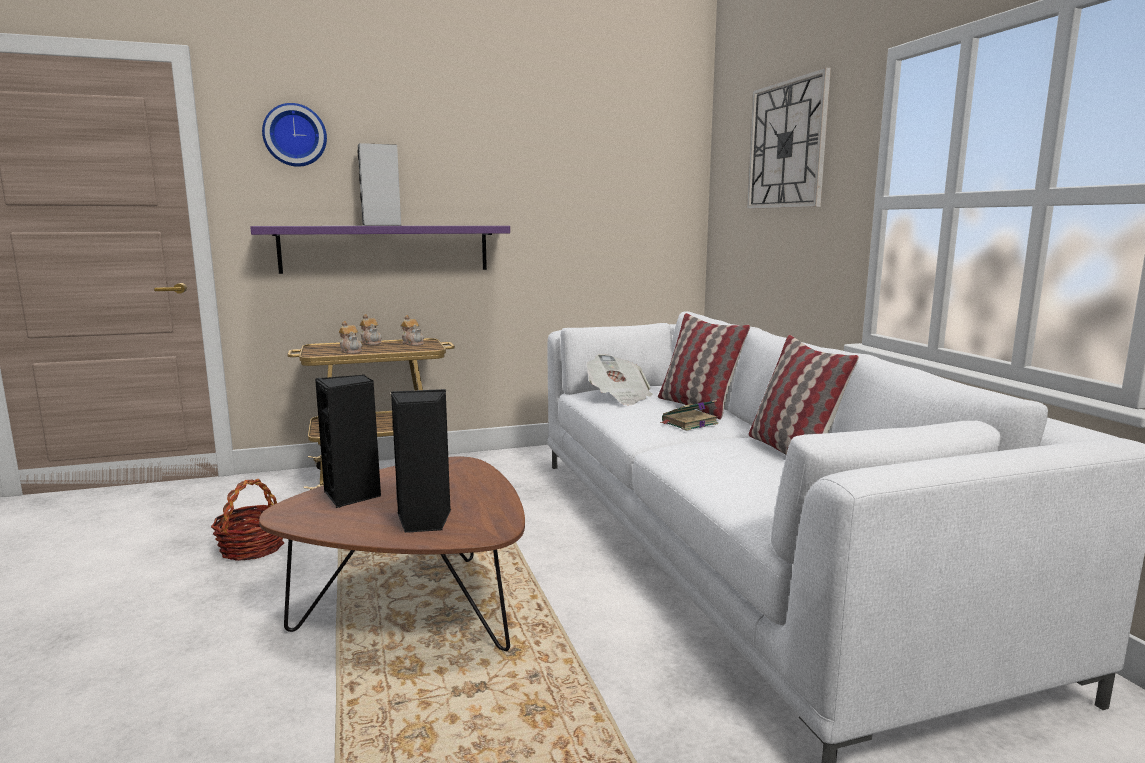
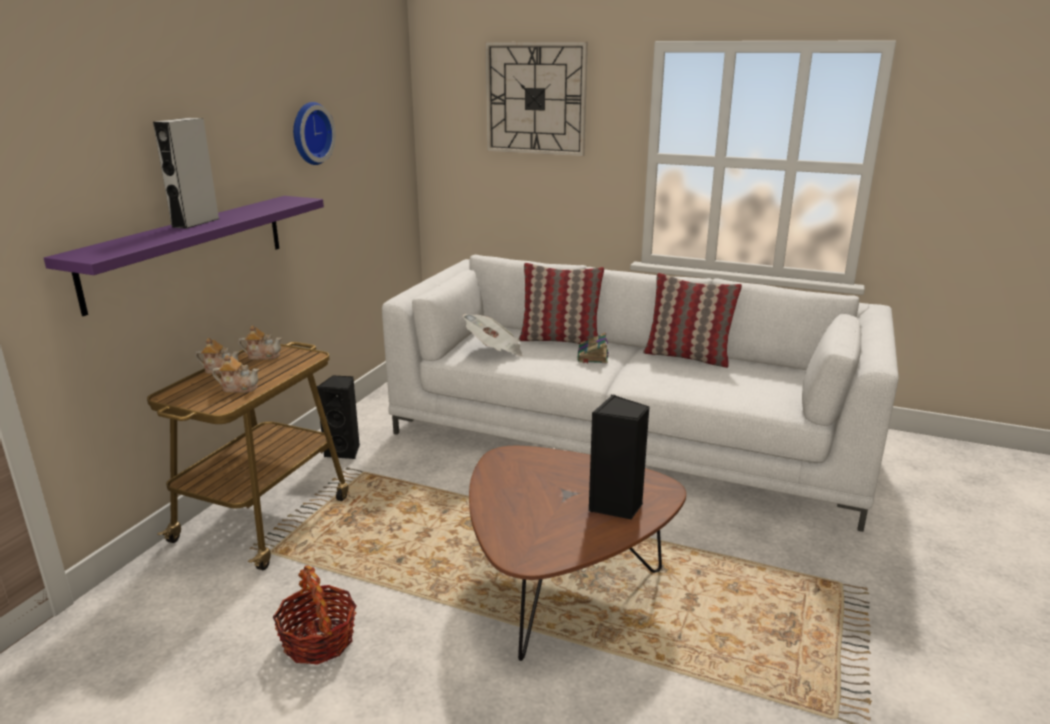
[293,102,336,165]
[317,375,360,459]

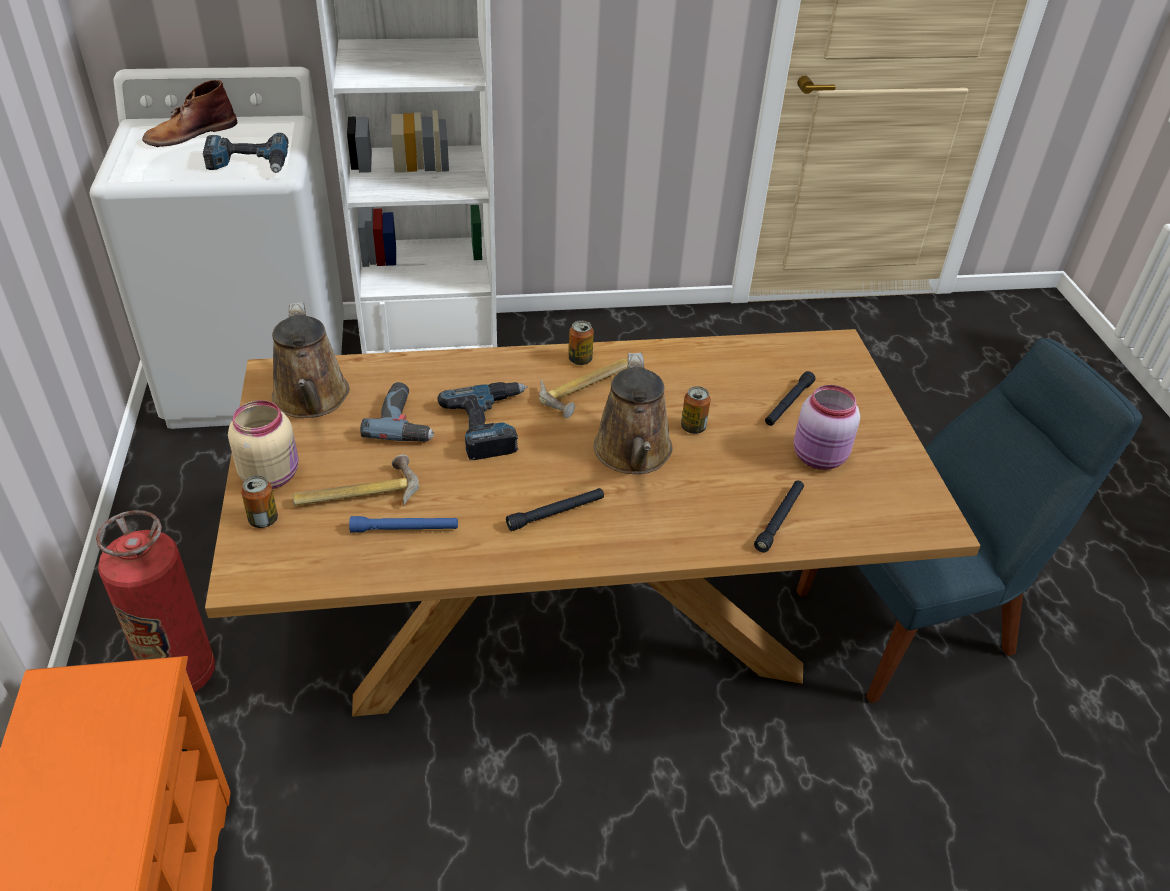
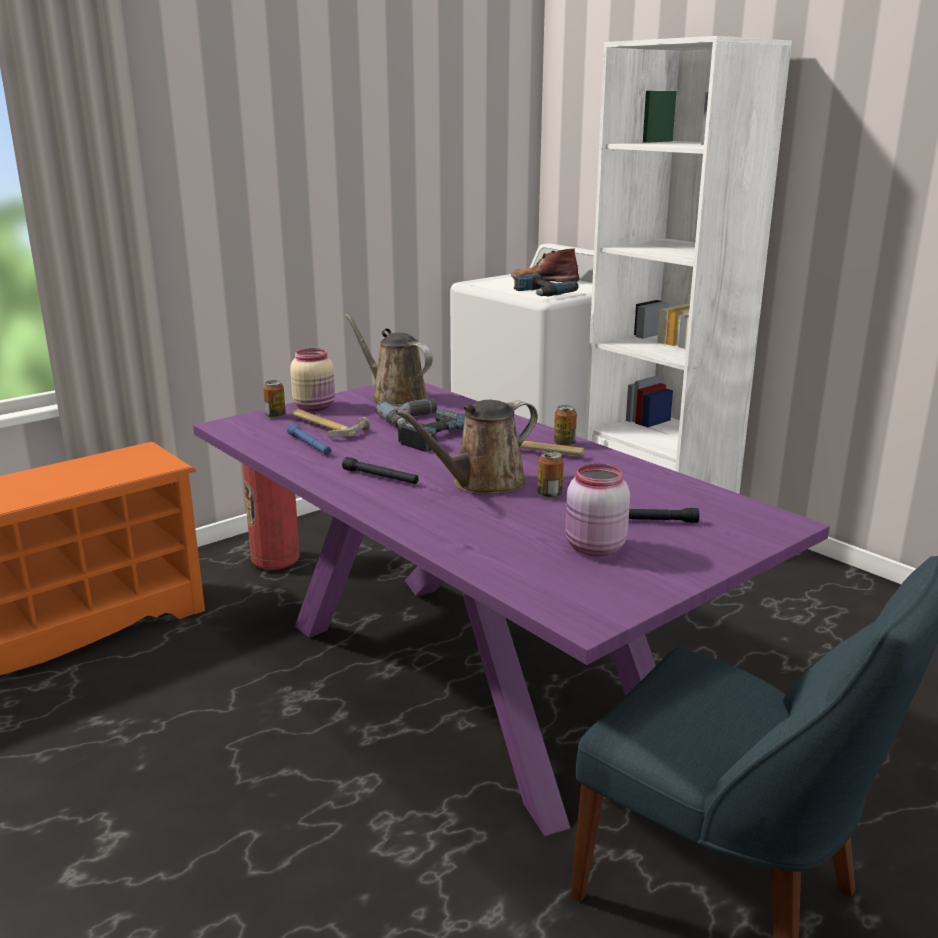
[193,382,830,836]
[344,314,433,406]
[754,480,804,552] (first image)

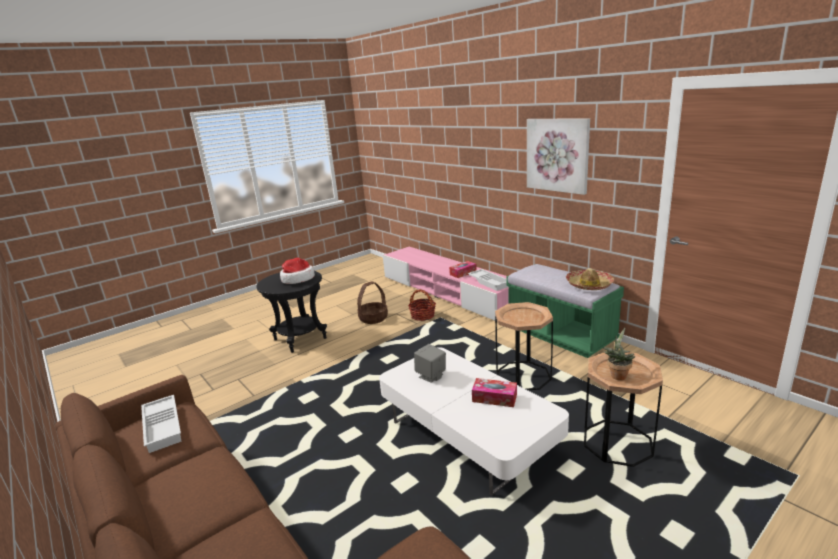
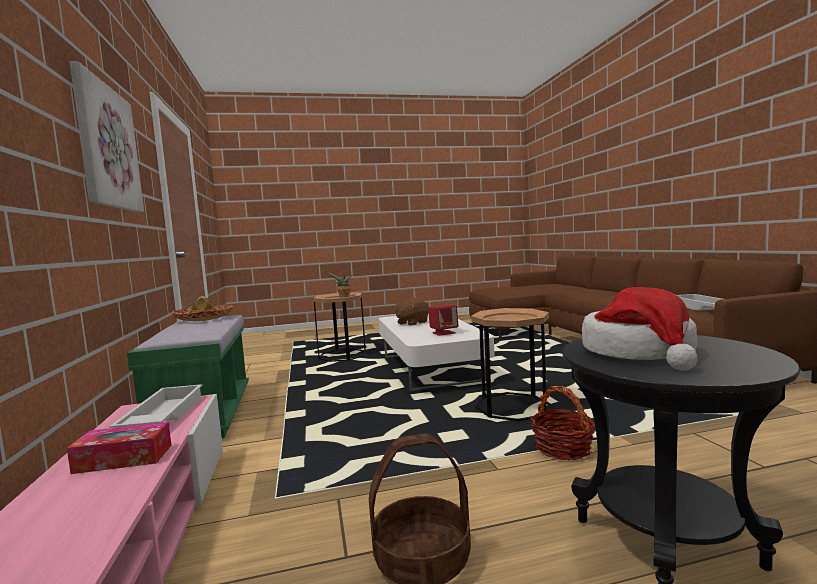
[531,386,595,460]
[428,305,459,336]
[395,298,428,326]
[471,308,551,421]

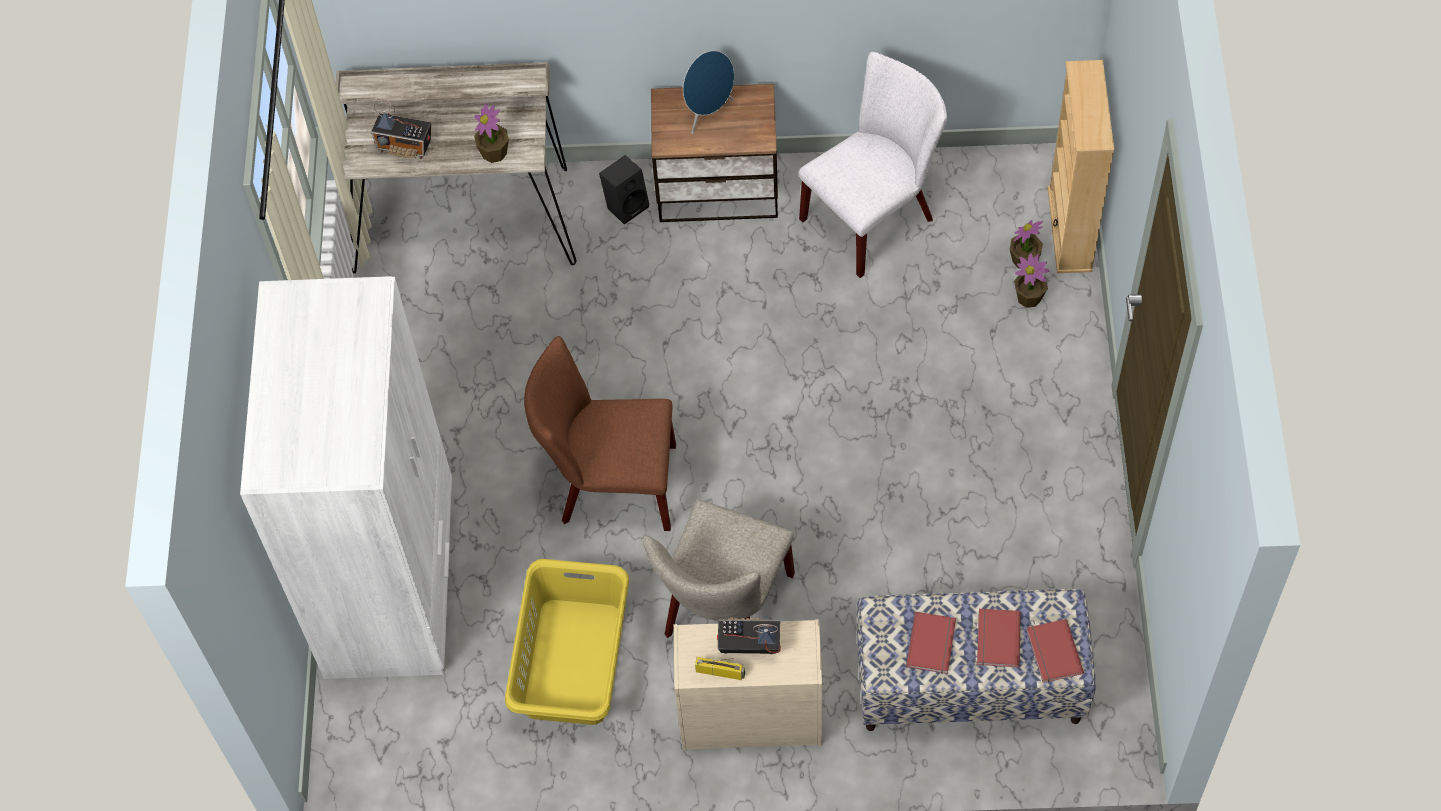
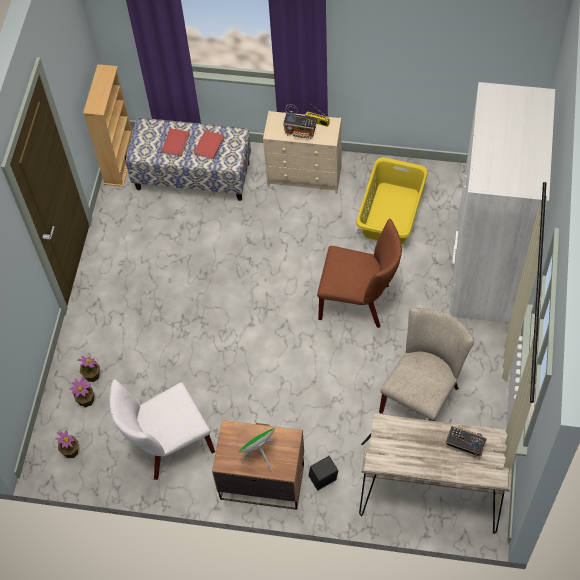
[55,430,78,458]
[379,308,474,421]
[238,428,275,472]
[1027,619,1084,683] (first image)
[83,64,132,187]

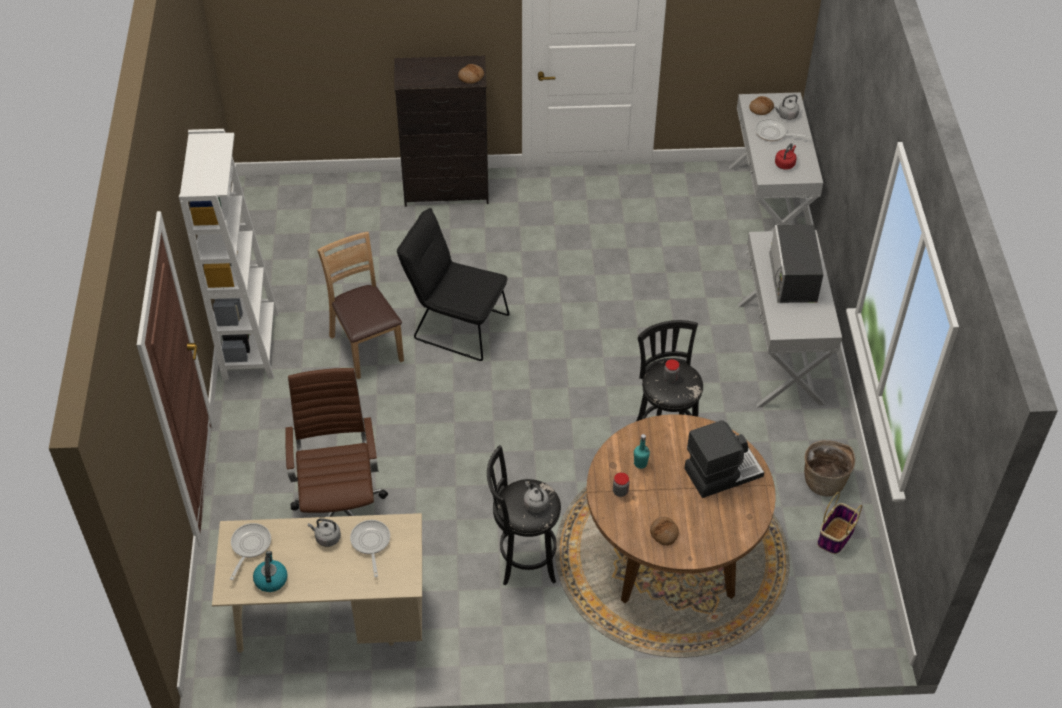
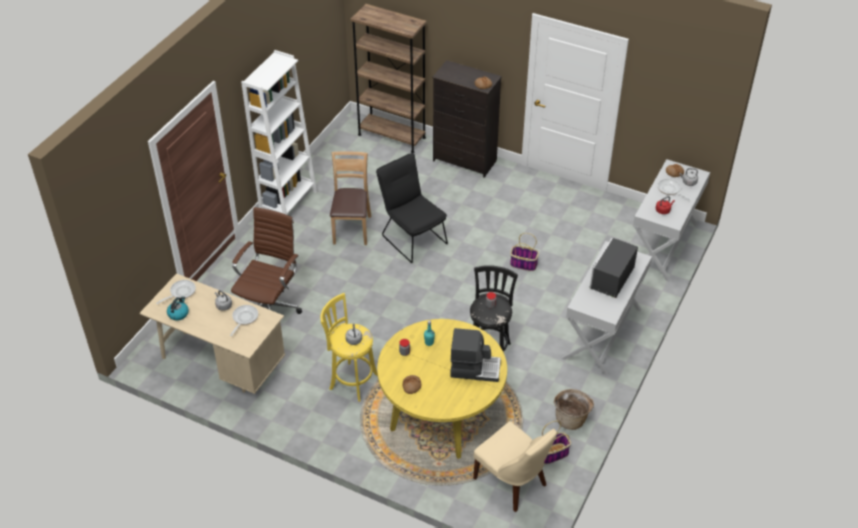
[321,293,378,402]
[377,319,507,459]
[350,4,427,153]
[473,421,557,512]
[510,233,539,271]

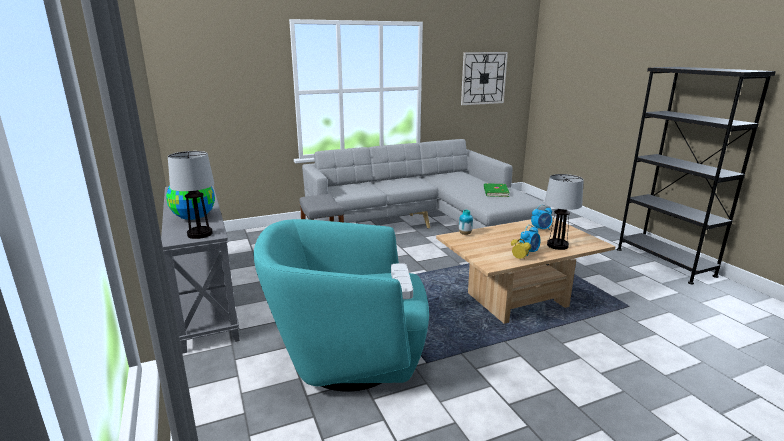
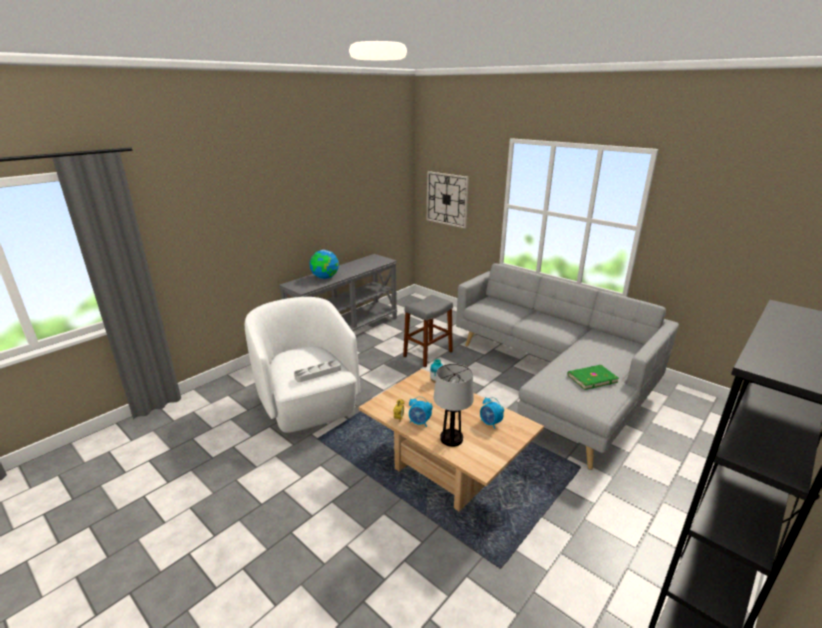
[168,151,214,239] (first image)
[245,297,361,433]
[427,171,469,228]

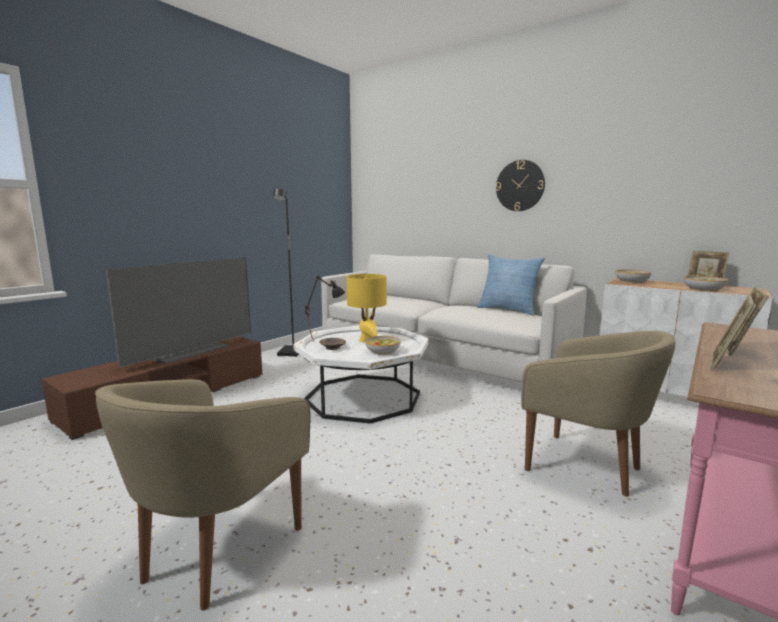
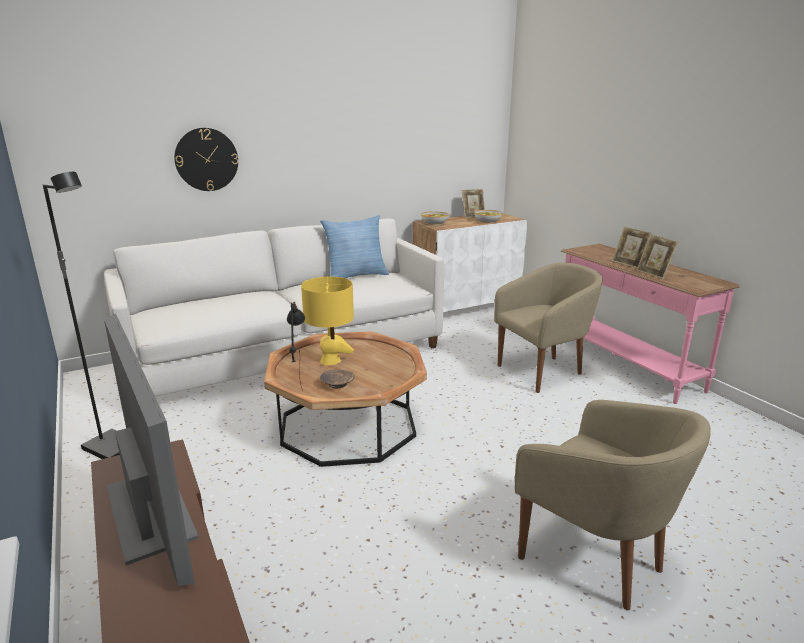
[264,331,427,467]
[365,336,401,355] (first image)
[174,128,238,191]

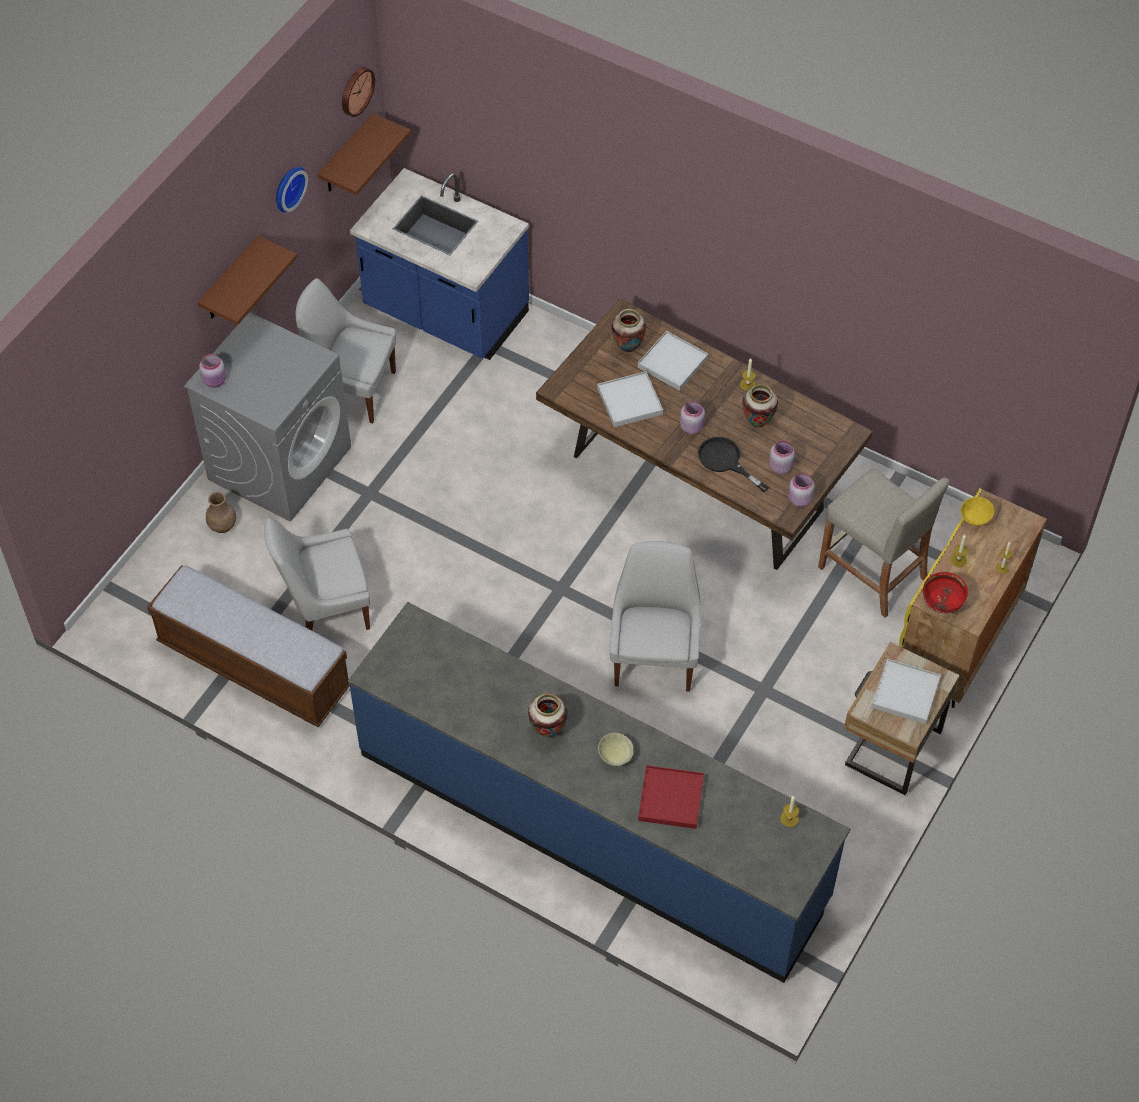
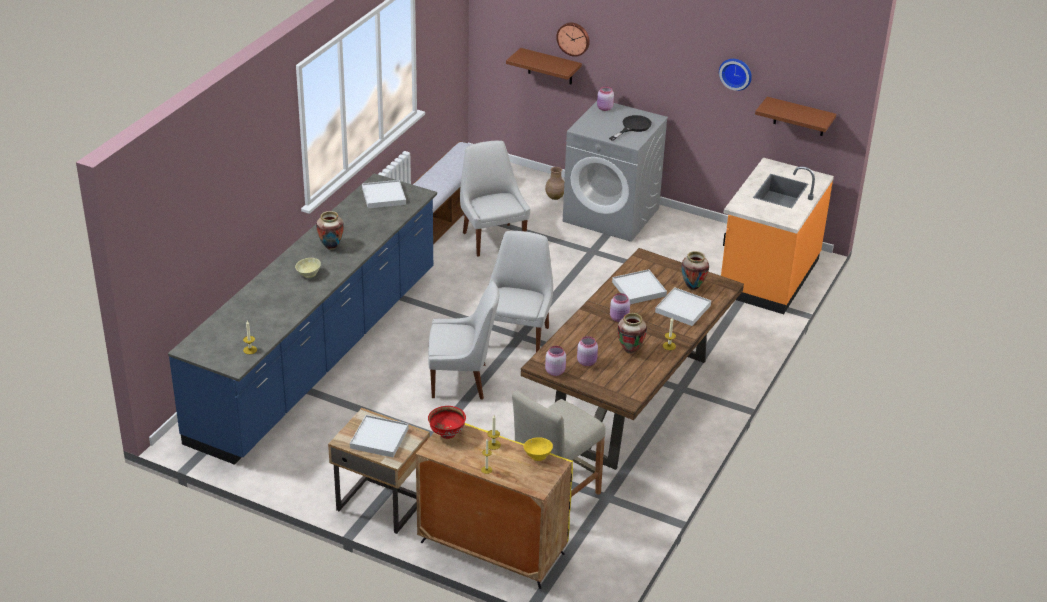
[506,48,582,85]
[488,231,553,352]
[556,22,590,57]
[721,158,834,314]
[638,765,704,829] (first image)
[609,115,652,141]
[362,180,406,209]

